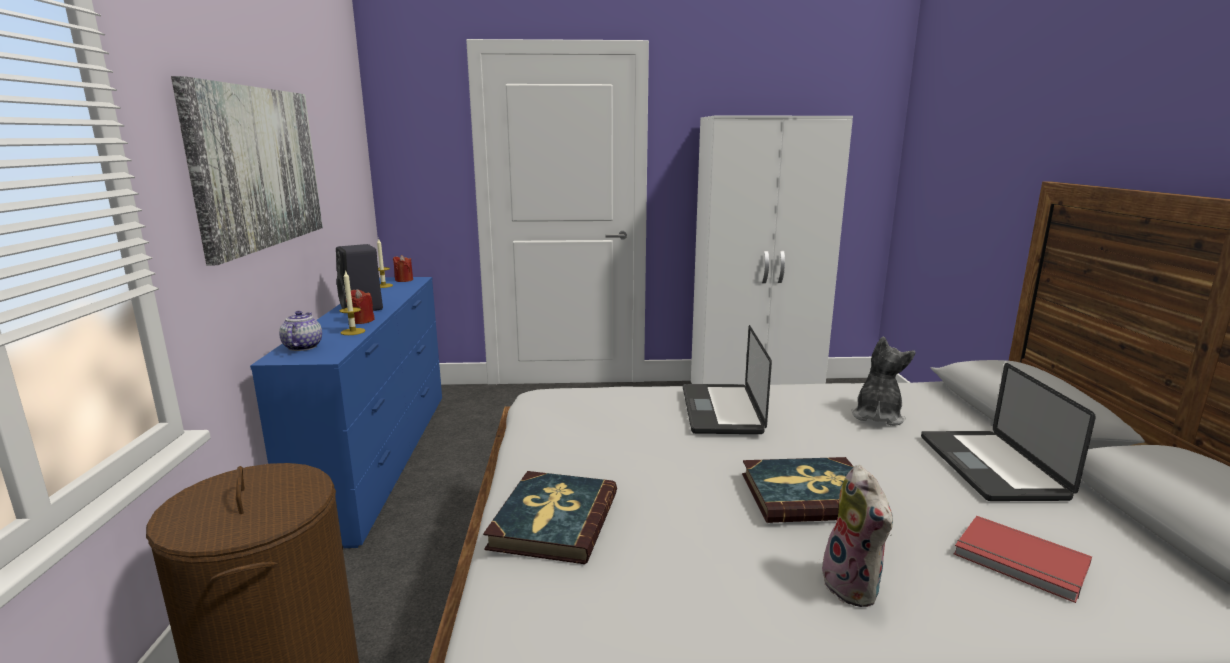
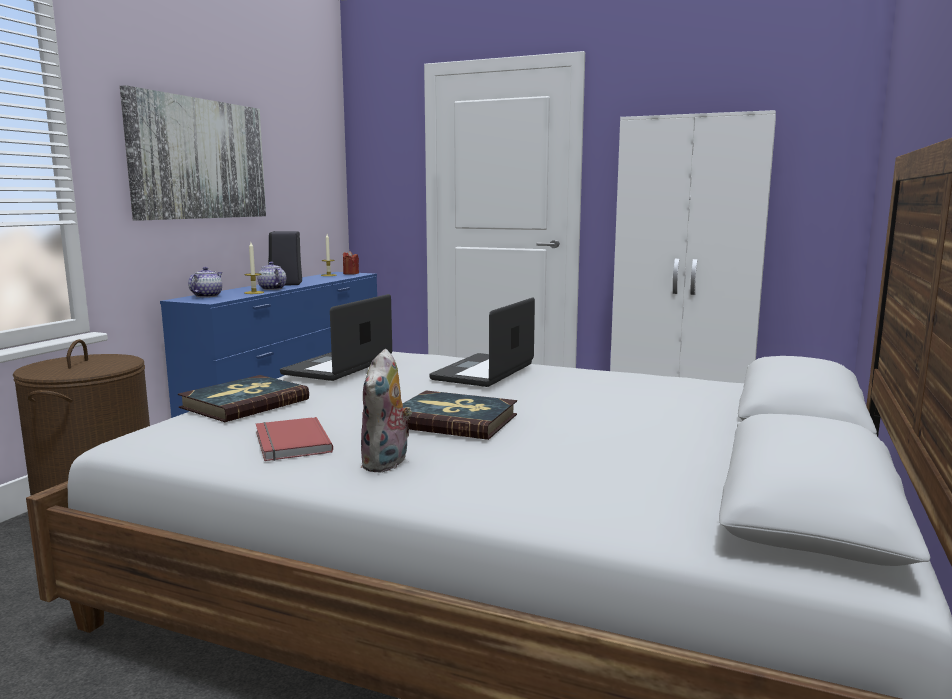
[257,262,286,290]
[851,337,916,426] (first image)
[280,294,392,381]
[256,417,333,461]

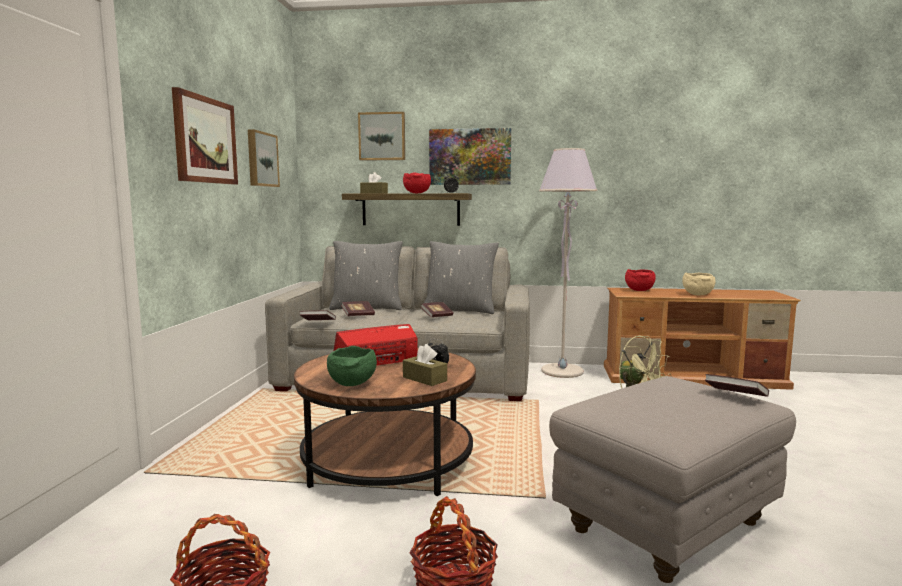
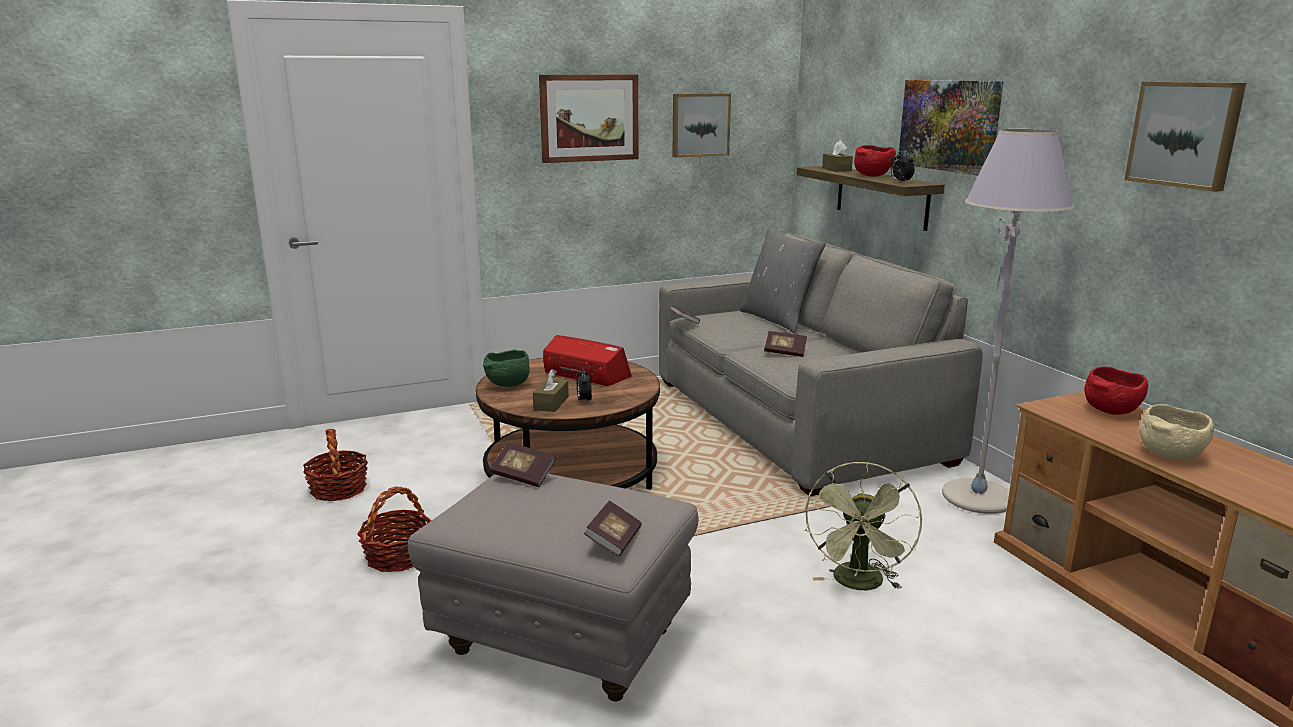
[490,442,556,487]
[1124,82,1246,192]
[422,241,499,314] (first image)

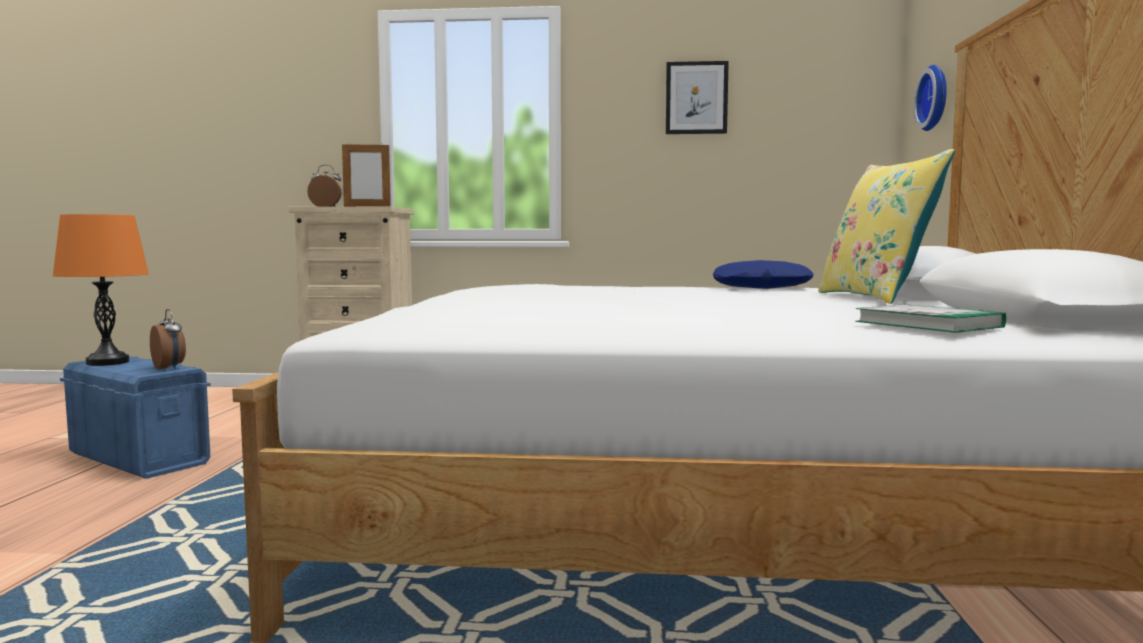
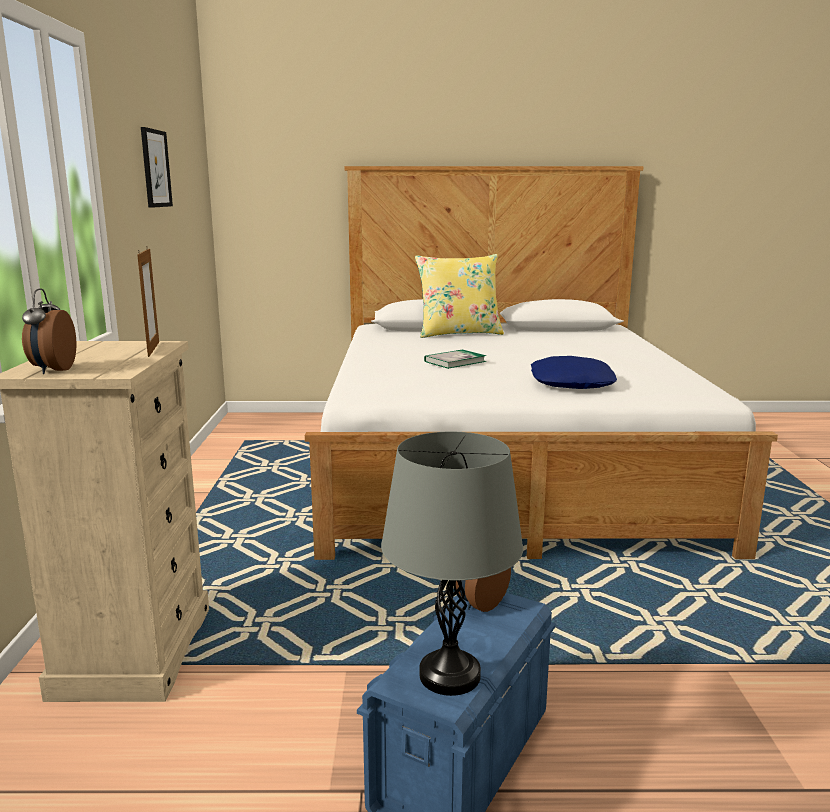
[381,431,523,696]
[531,356,617,389]
[424,349,486,369]
[914,65,947,131] (first image)

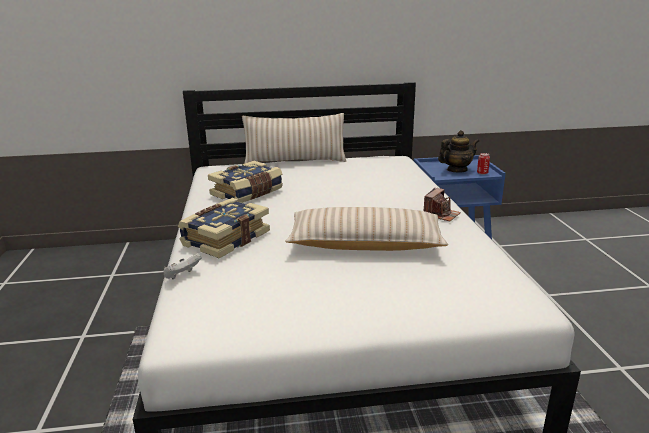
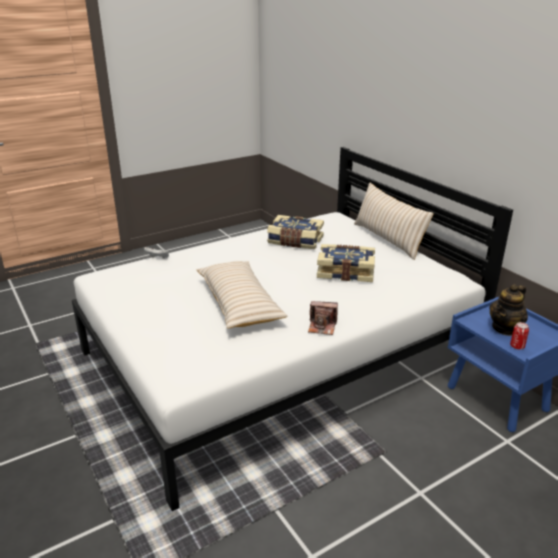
[317,244,375,282]
[489,284,528,336]

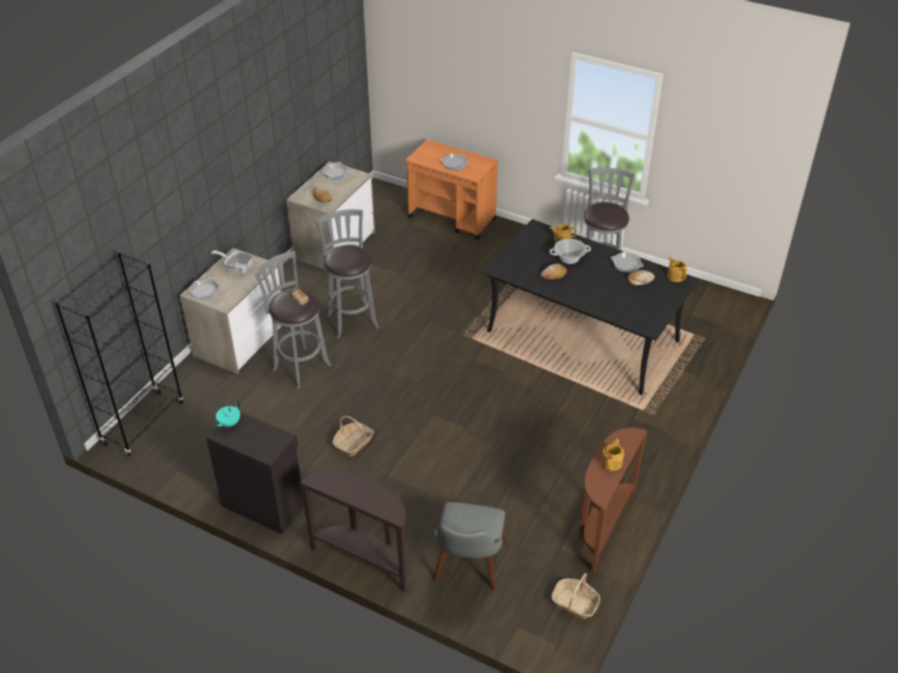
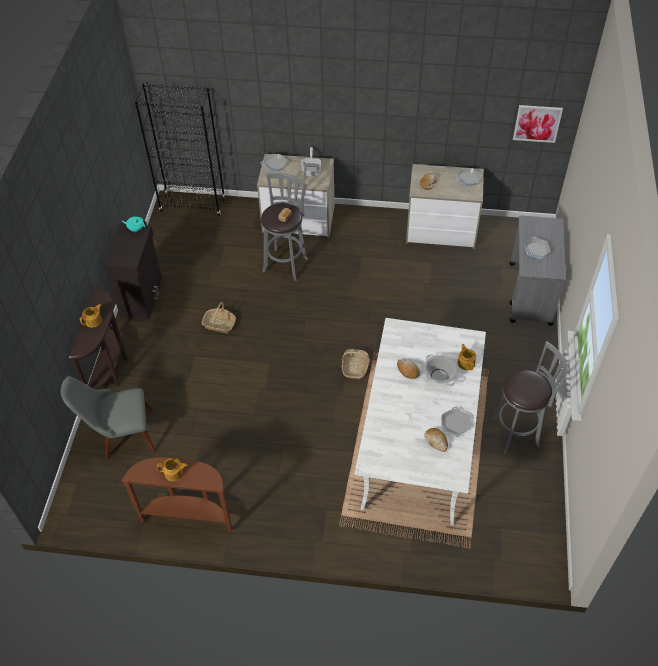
[315,209,379,338] (first image)
[510,215,566,326]
[355,318,486,526]
[342,349,370,379]
[80,304,102,328]
[513,105,563,143]

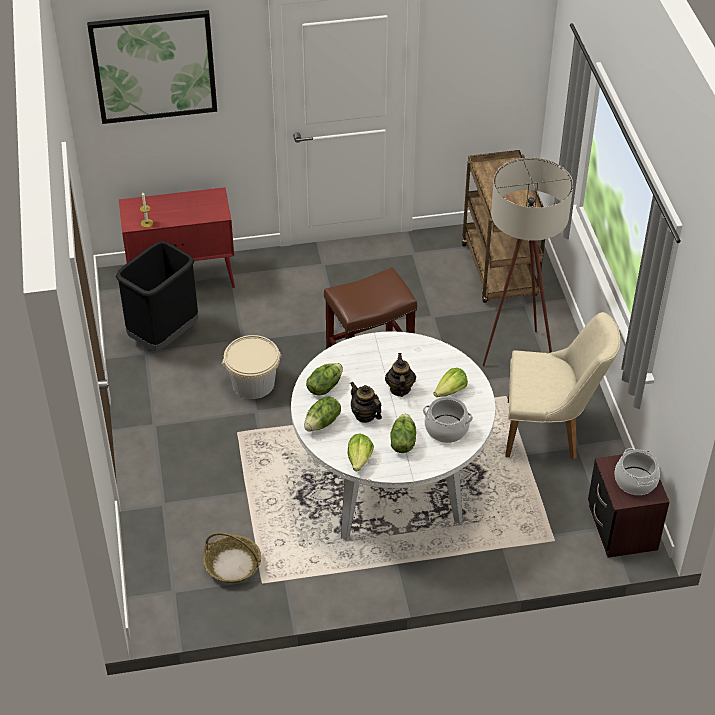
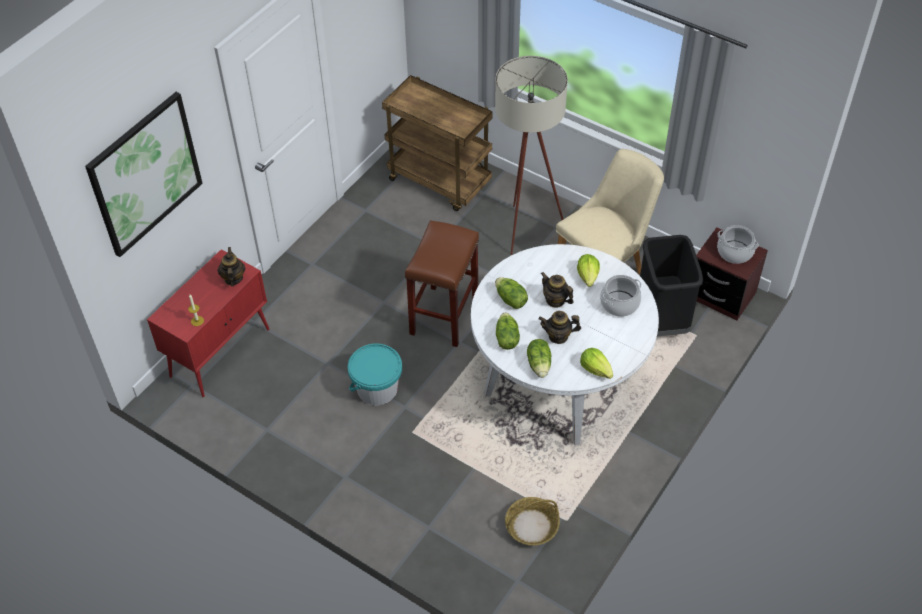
[640,235,703,336]
[348,343,402,405]
[495,277,528,309]
[217,247,246,286]

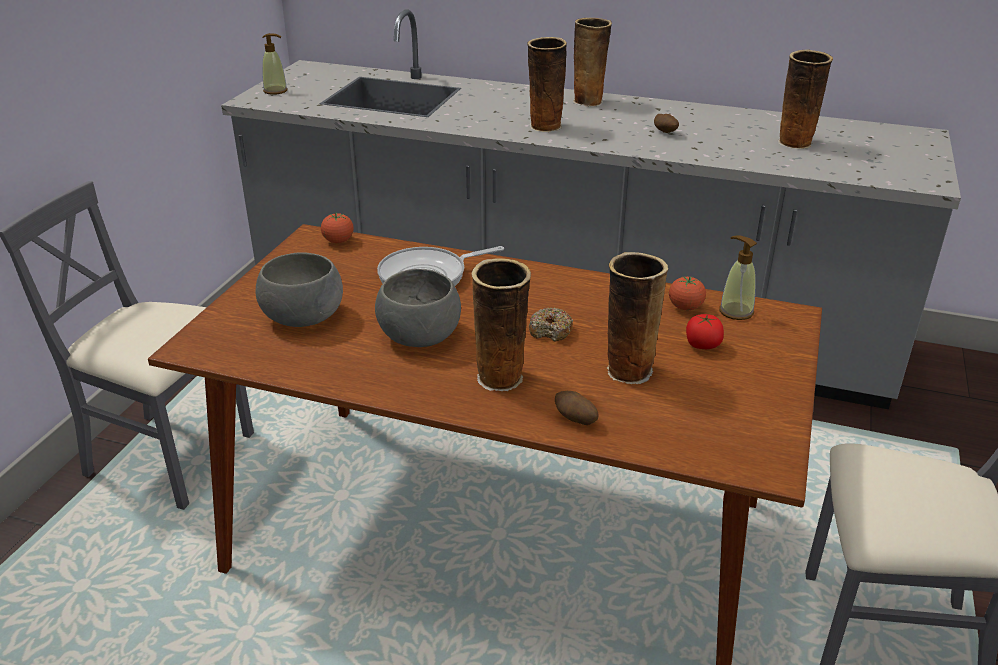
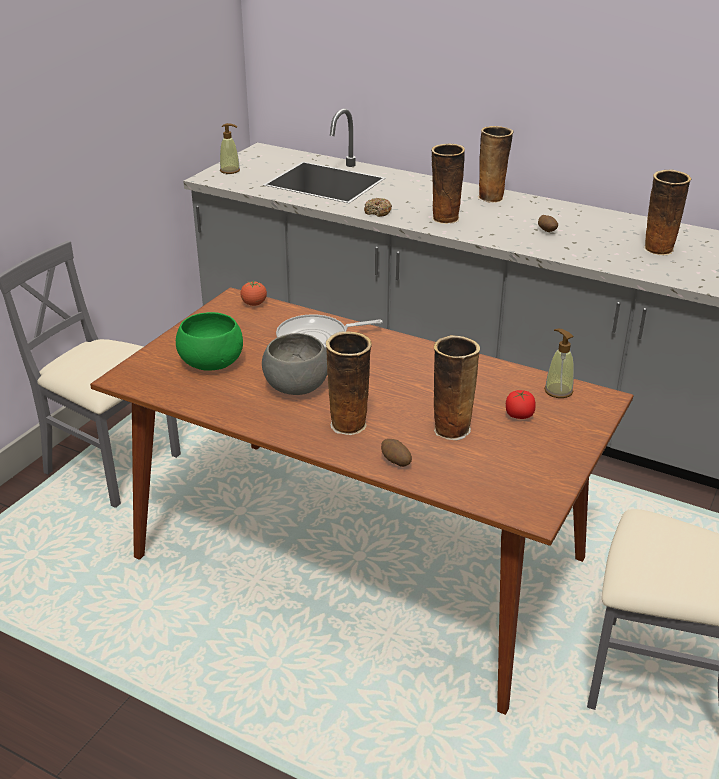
[176,312,243,371]
[364,198,392,217]
[669,277,706,311] (first image)

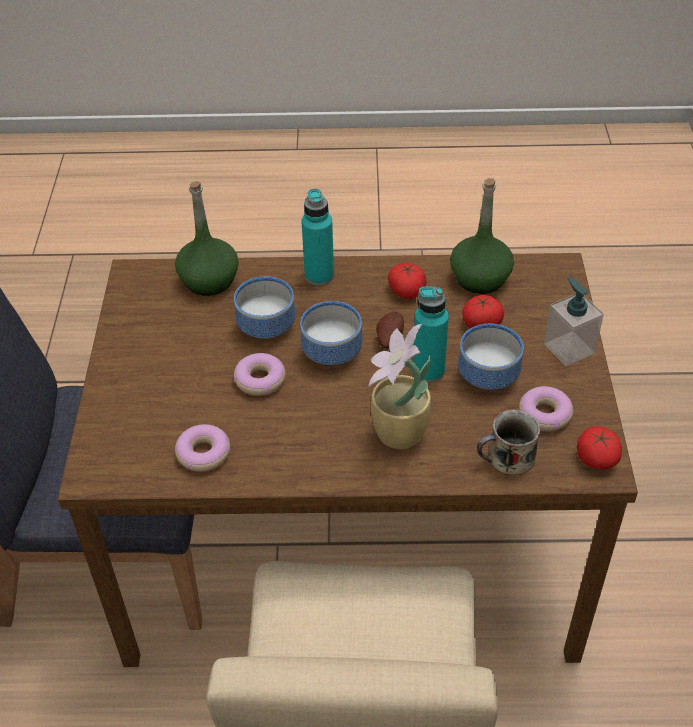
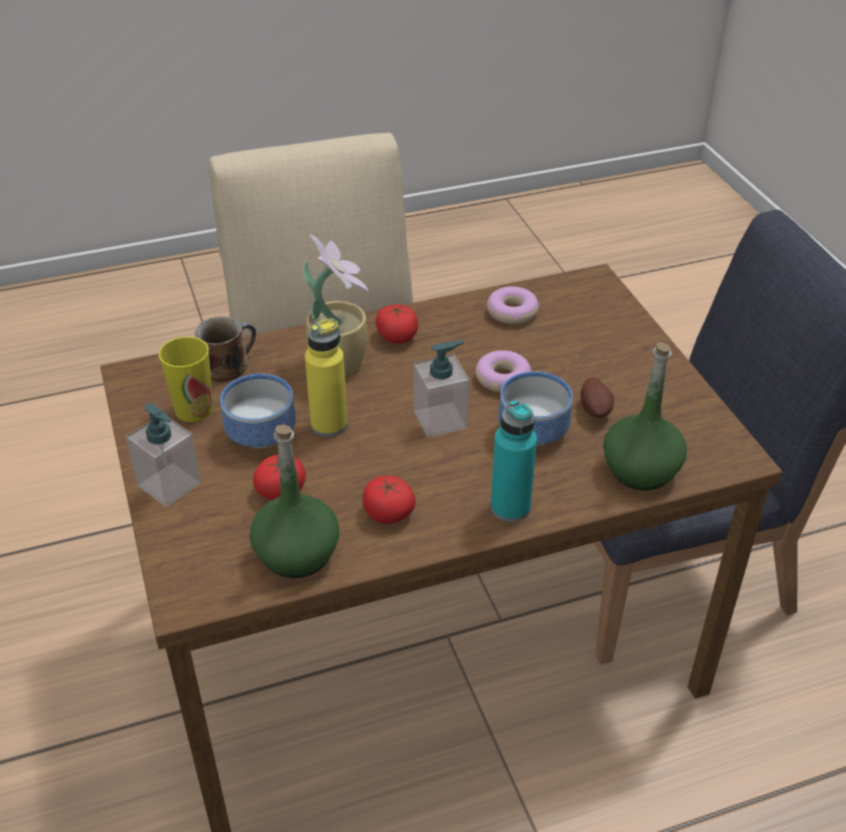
[414,340,469,438]
[580,377,614,418]
[305,319,348,437]
[159,337,213,422]
[376,304,418,344]

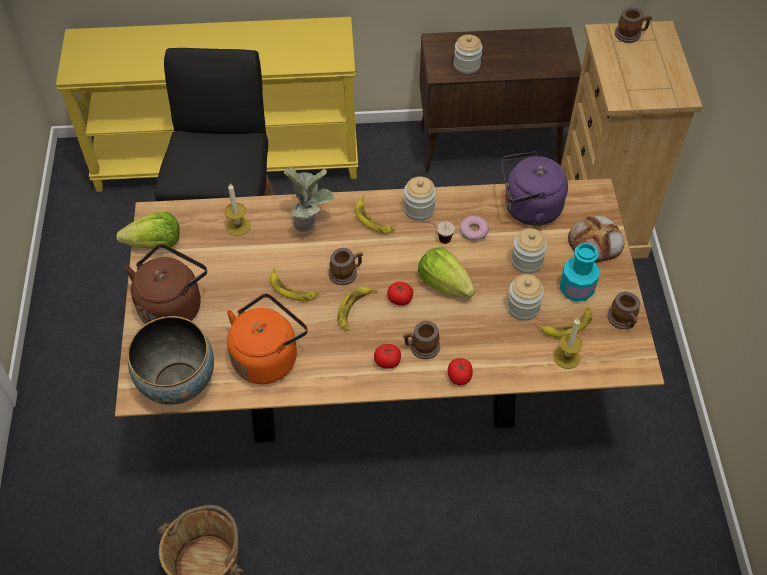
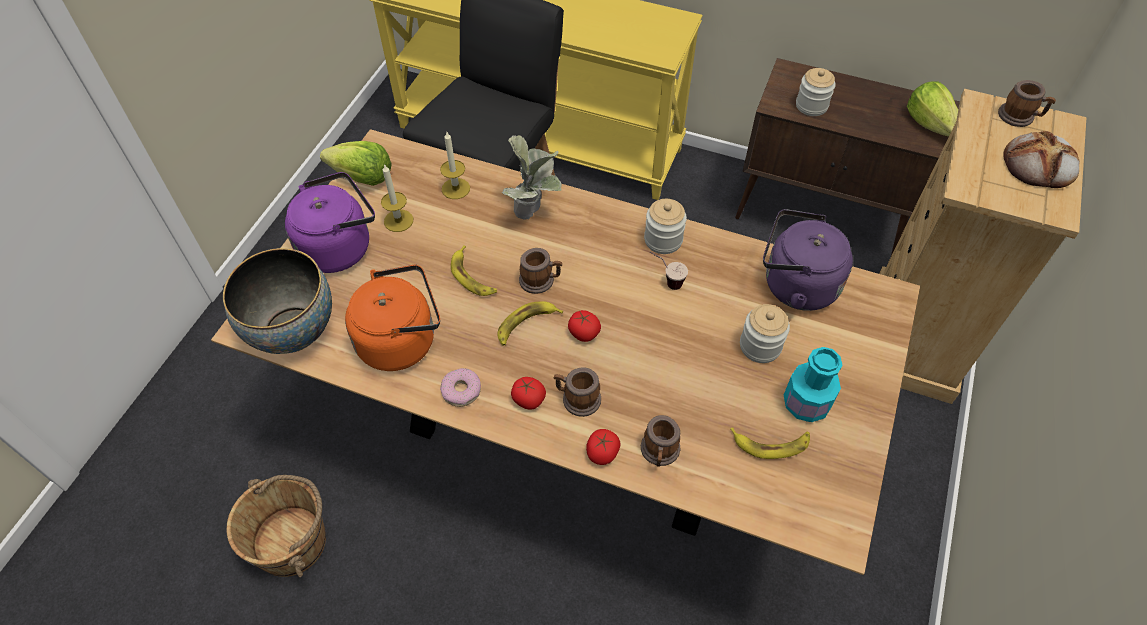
[285,172,375,273]
[355,196,395,234] (first image)
[907,81,958,137]
[440,368,481,407]
[507,274,544,321] (first image)
[381,164,413,232]
[1003,131,1080,188]
[641,415,681,467]

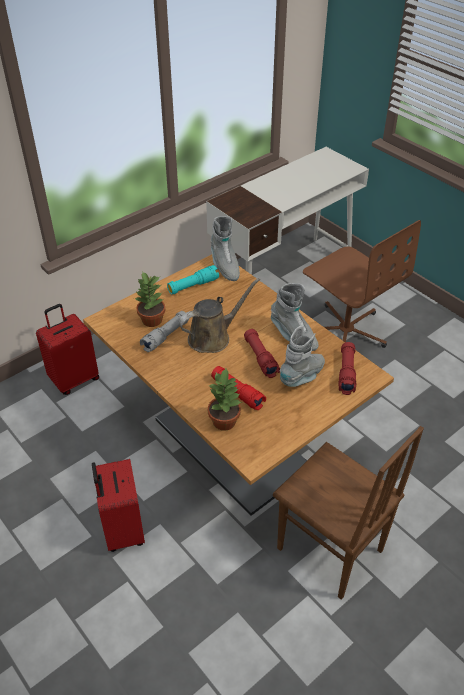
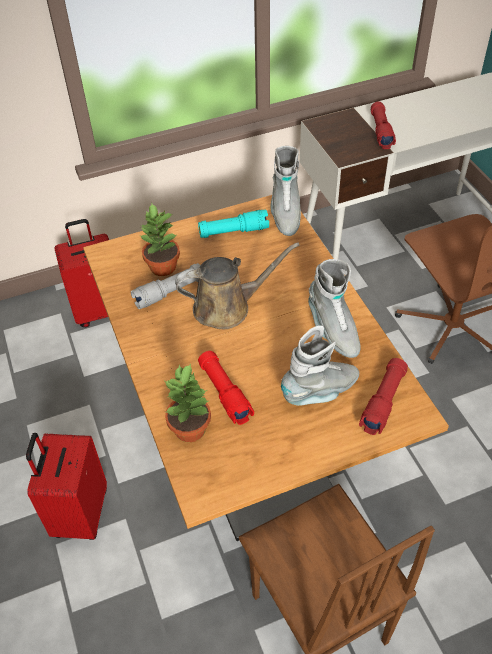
[371,102,396,149]

